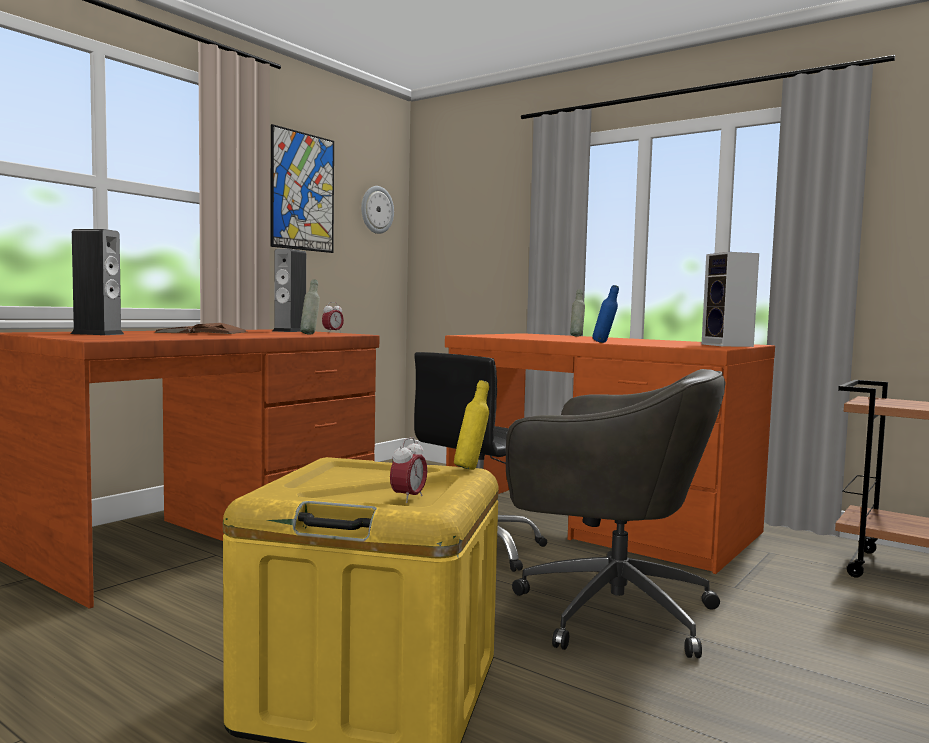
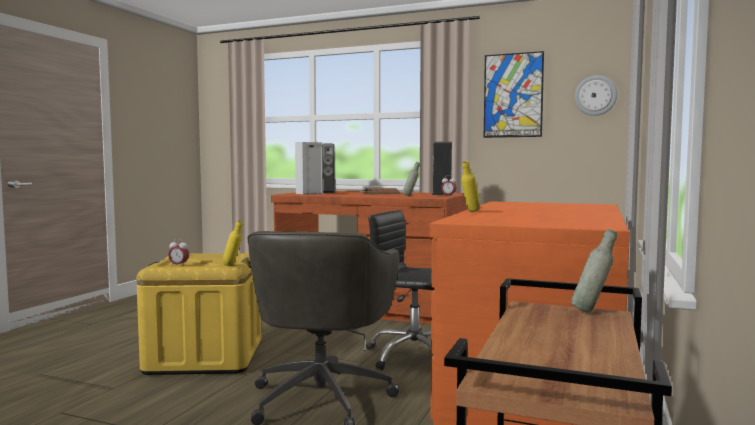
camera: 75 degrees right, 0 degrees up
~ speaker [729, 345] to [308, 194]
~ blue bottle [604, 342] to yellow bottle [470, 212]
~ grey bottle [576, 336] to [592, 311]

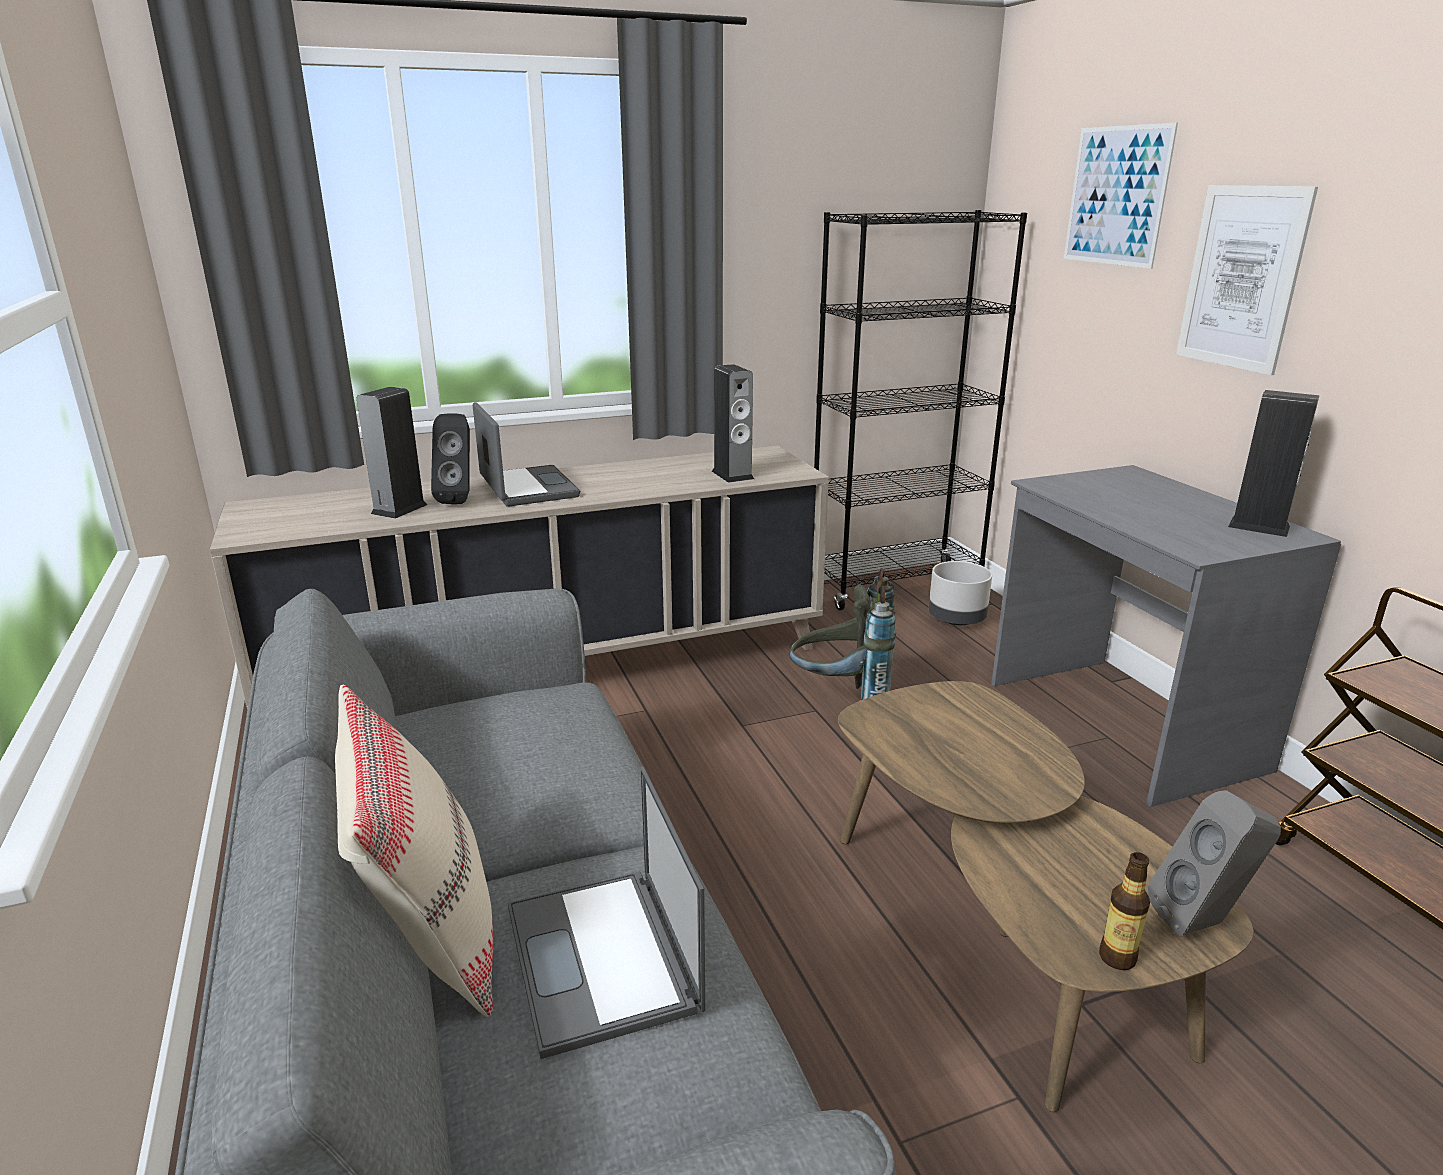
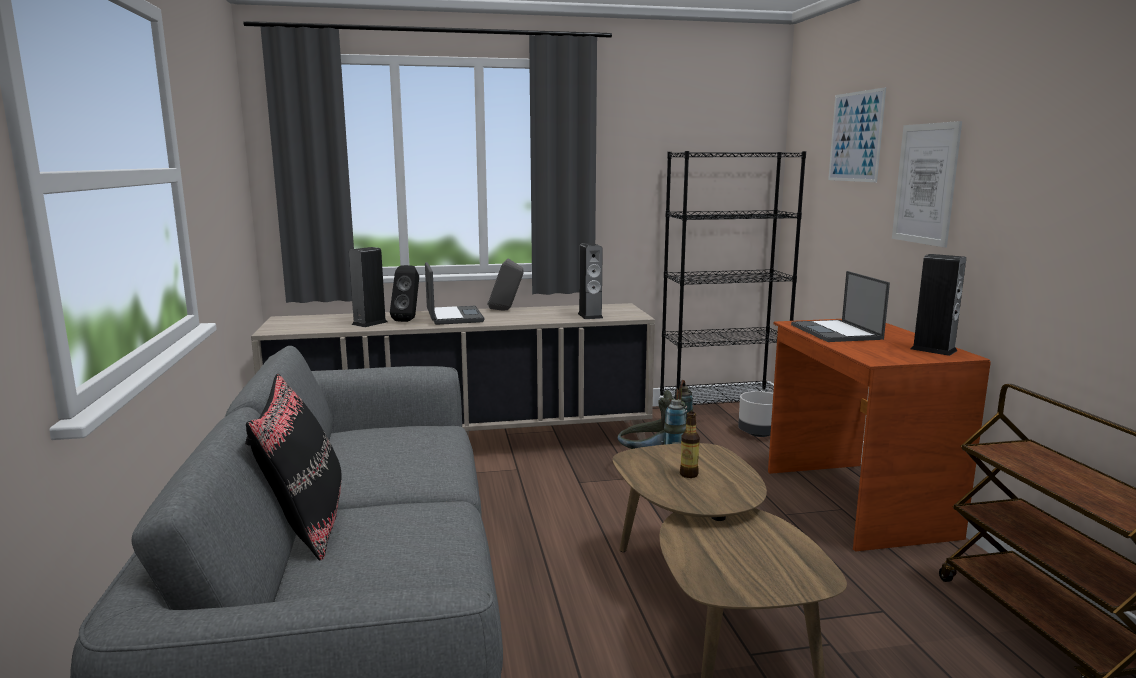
camera: 10 degrees right, 10 degrees down
~ grey desk [1119, 725] to brown desk [854, 502]
~ beige pillow [429, 935] to black pillow [305, 525]
~ laptop [603, 959] to [836, 332]
~ grey speaker [1202, 922] to [506, 310]
~ bottle [1117, 958] to [689, 474]

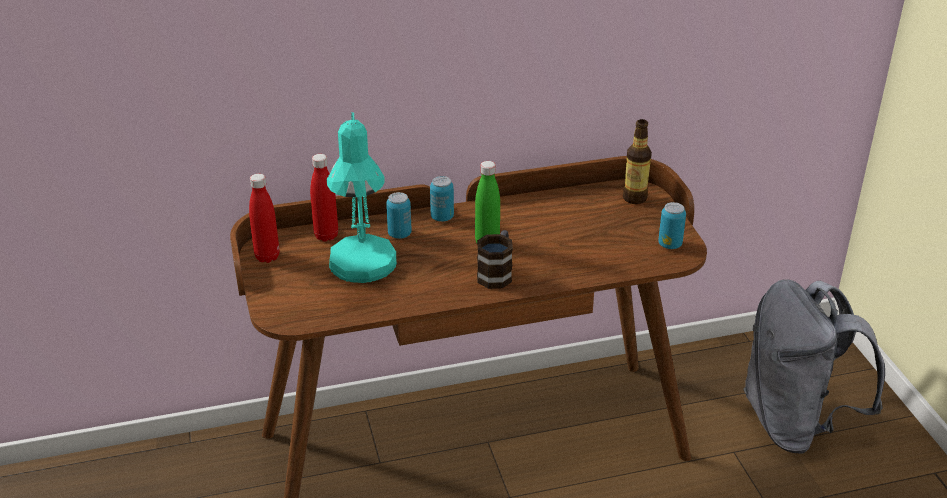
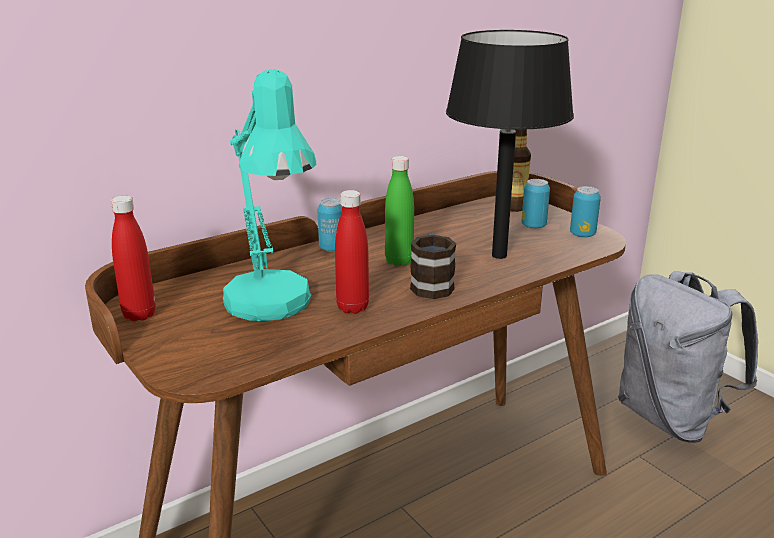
camera: 20 degrees left, 10 degrees down
~ red bottle [326, 236] to [352, 307]
~ can [399, 234] to [533, 226]
+ black table lamp [498, 255]

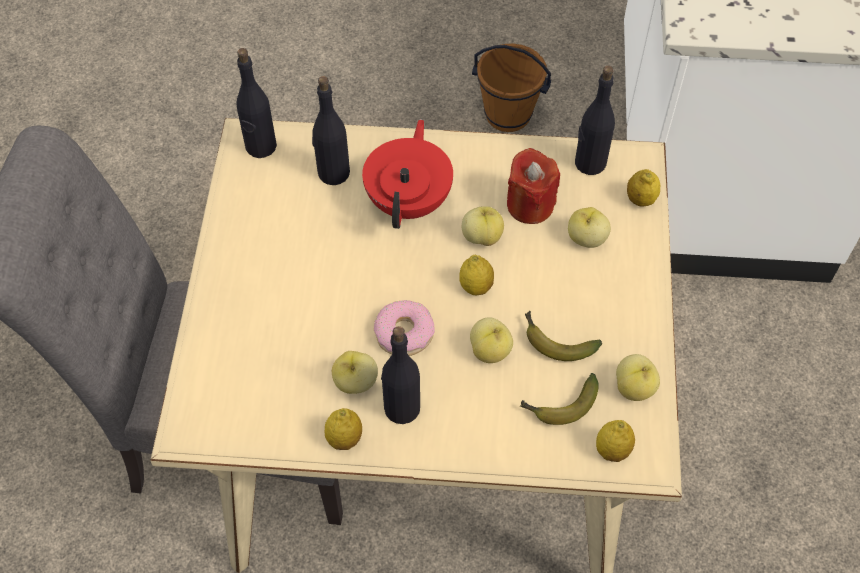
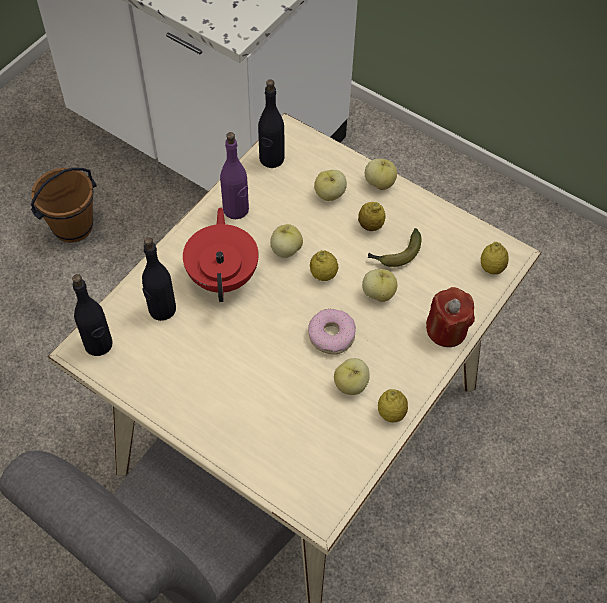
camera: 60 degrees left, 0 degrees up
~ red teapot [409, 200] = [223, 275] 45 degrees clockwise
~ red candle [530, 205] to [446, 330]
~ lemon [640, 199] to [370, 225]
- black bottle [401, 407]
~ apple [634, 387] to [380, 183]
- banana [560, 406]
+ purple bottle [236, 209]

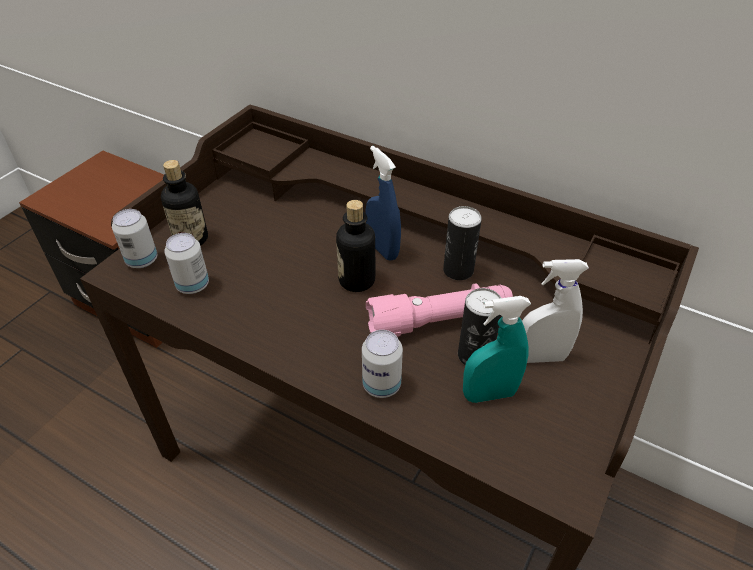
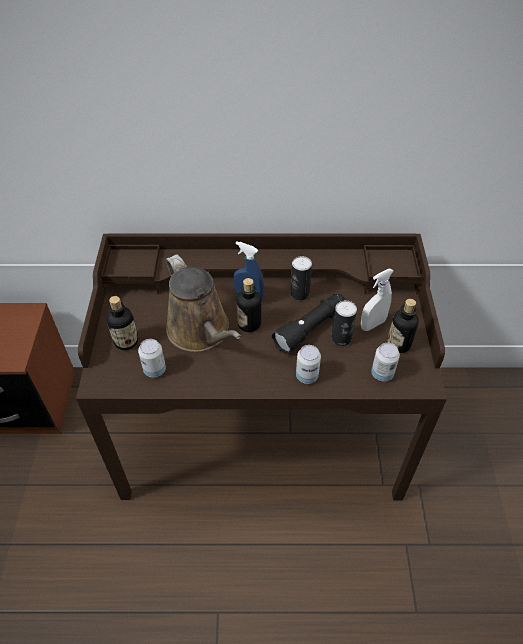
camera: 30 degrees left, 5 degrees up
~ can [142, 260] to [382, 374]
~ pink flashlight [439, 321] to black flashlight [310, 328]
- turquoise spray bottle [489, 394]
+ brown watering can [201, 332]
+ bottle [398, 344]

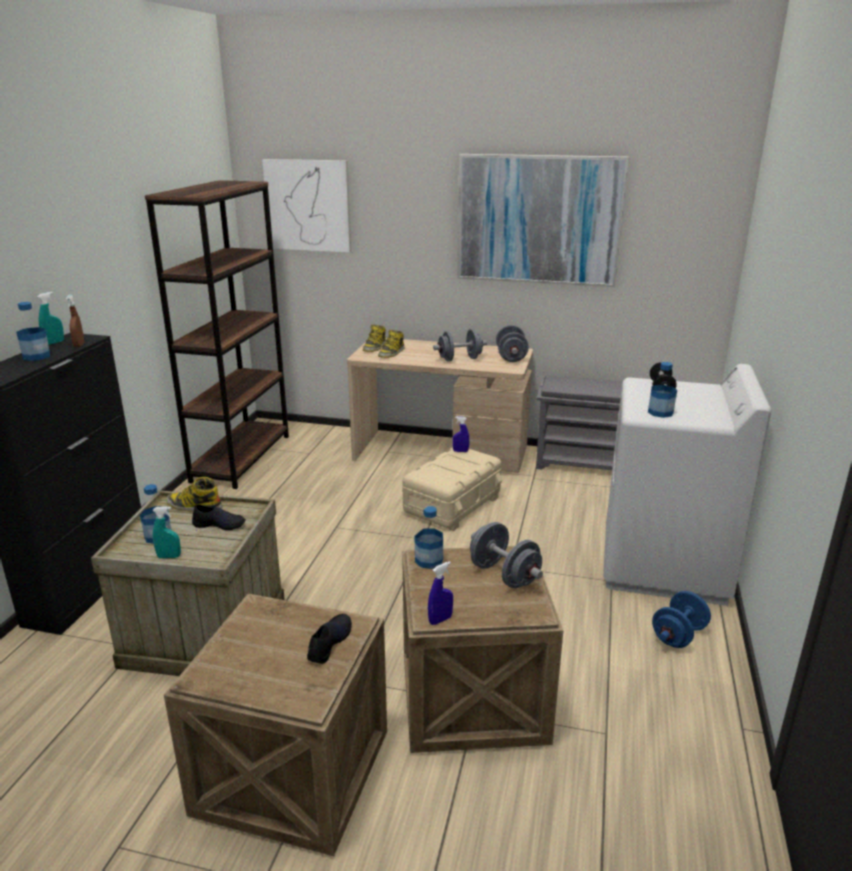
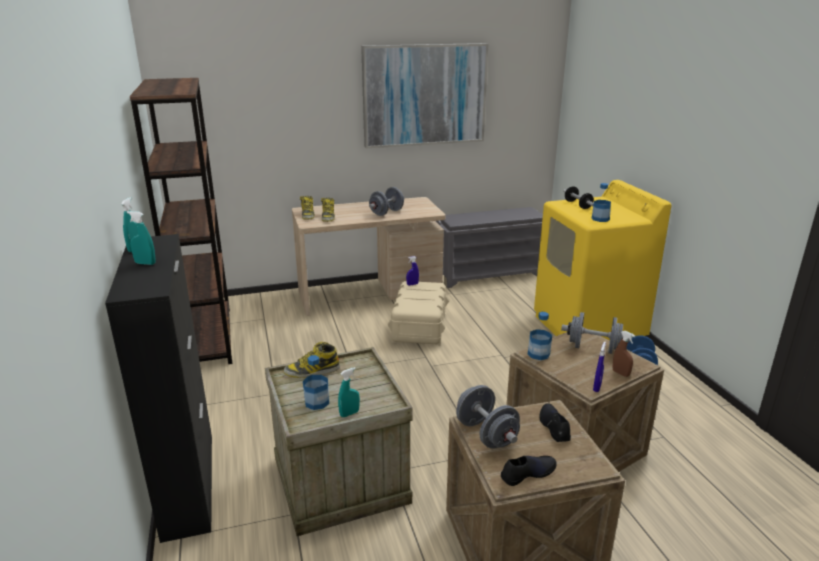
camera: 30 degrees left, 0 degrees up
- picture [308, 205]
~ brown spray bottle [79, 345] to [620, 373]
~ bottle [36, 356] to turquoise spray bottle [145, 263]
~ grey dumbbell [511, 357] to [486, 434]
~ white washing machine [664, 565] to yellow washing machine [588, 328]
~ black shoe [220, 524] to [528, 473]

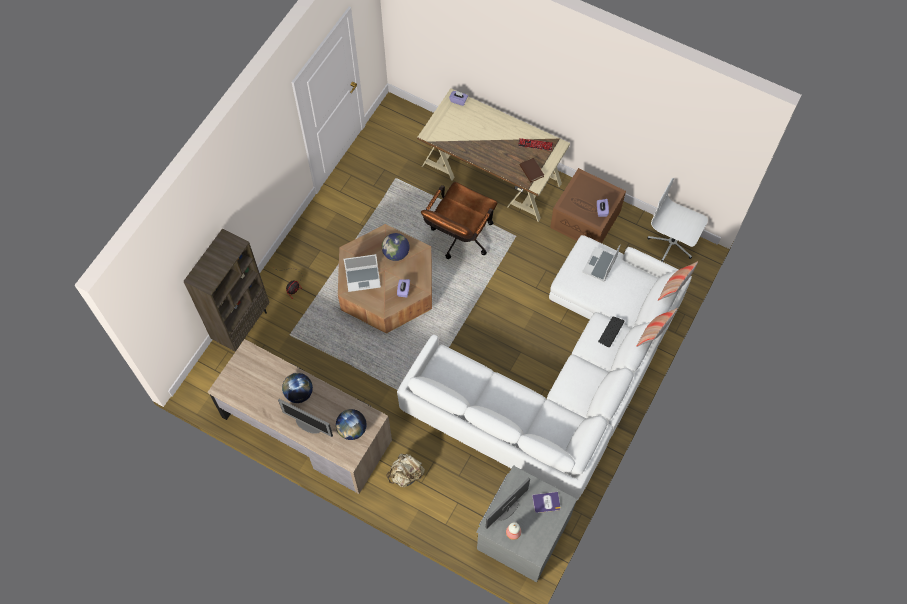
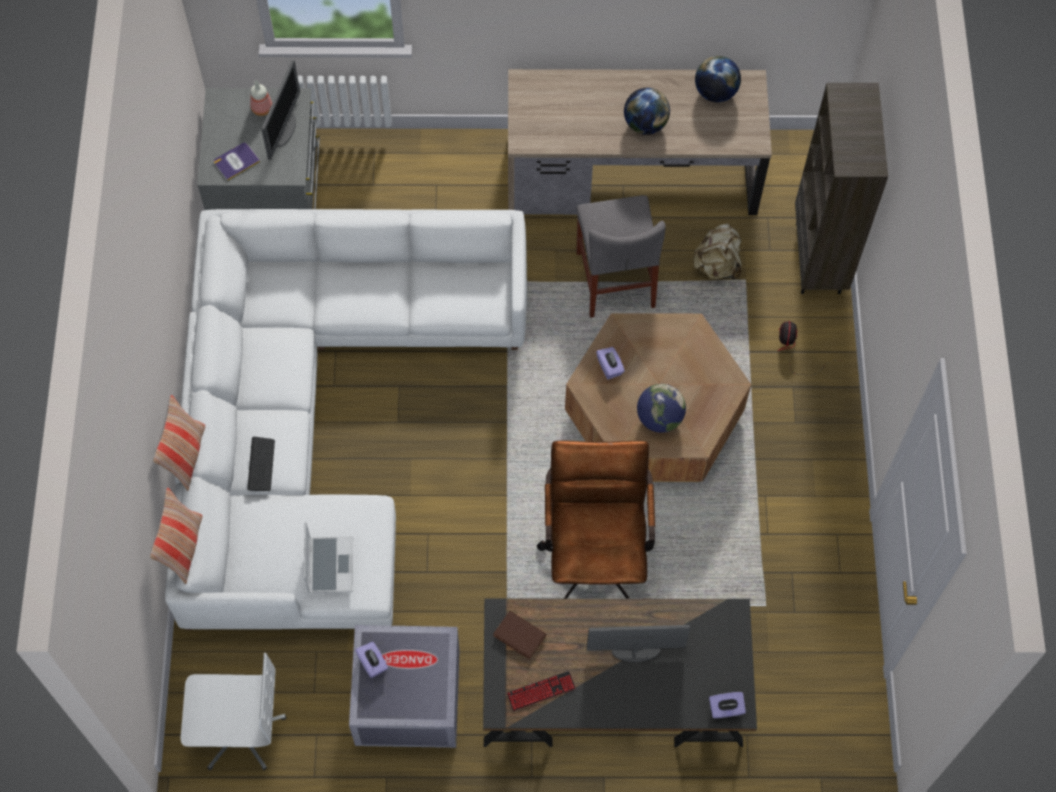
camera: 150 degrees right, 0 degrees up
~ beige desk [492, 174] to black desk [612, 699]
~ brown storage box [586, 219] to grey storage box [406, 699]
- laptop [363, 278]
~ monitor [308, 425] to [635, 651]
~ globe [352, 429] to [715, 92]
~ beige backpack [406, 474] to [717, 265]
+ grey chair [615, 279]

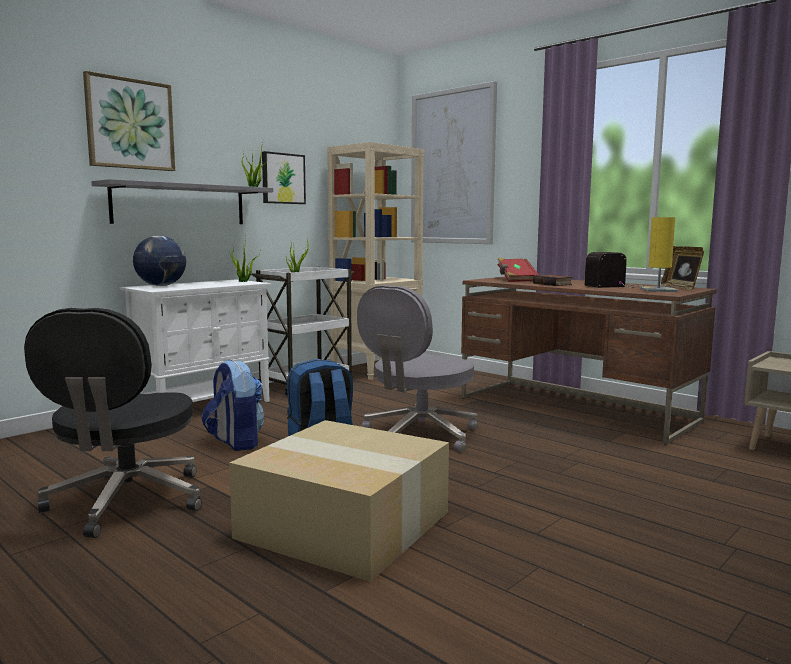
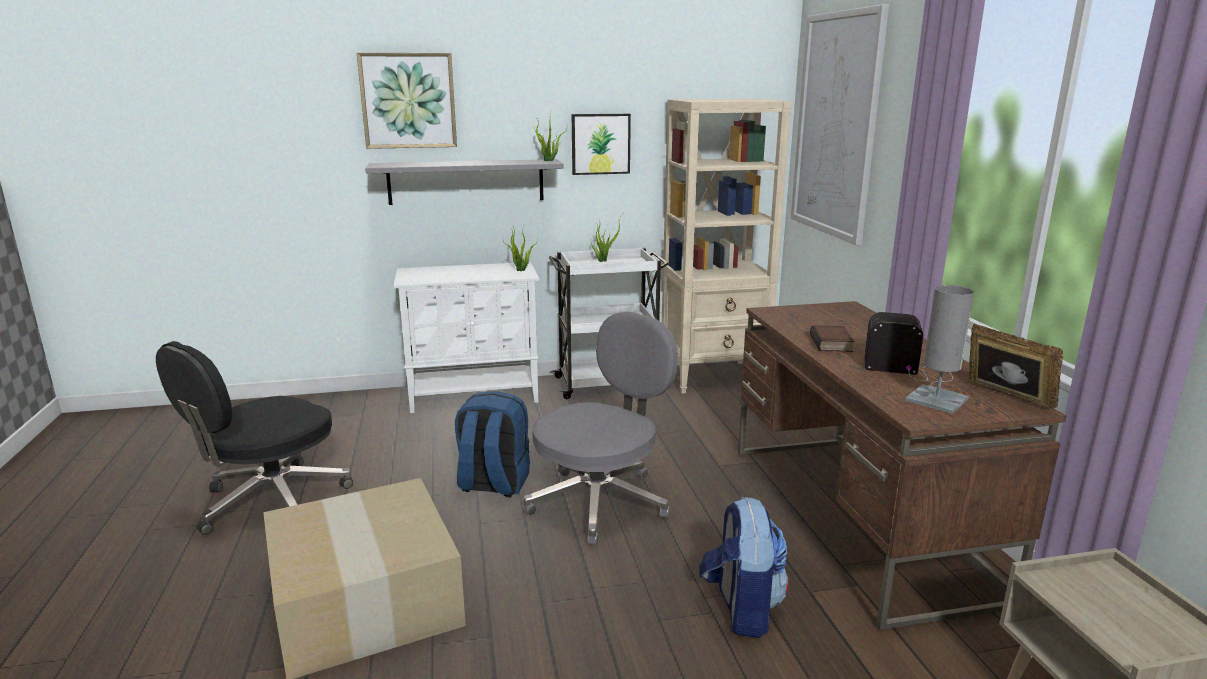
camera: 35 degrees right, 10 degrees up
~ yellow table lamp [658, 290] to grey table lamp [936, 400]
- globe [161, 286]
~ picture frame [681, 287] = [1005, 398] 120 degrees clockwise
- red book [516, 280]
~ grey office chair [418, 436] = [601, 501] 150 degrees clockwise
~ backpack [235, 442] to [741, 609]

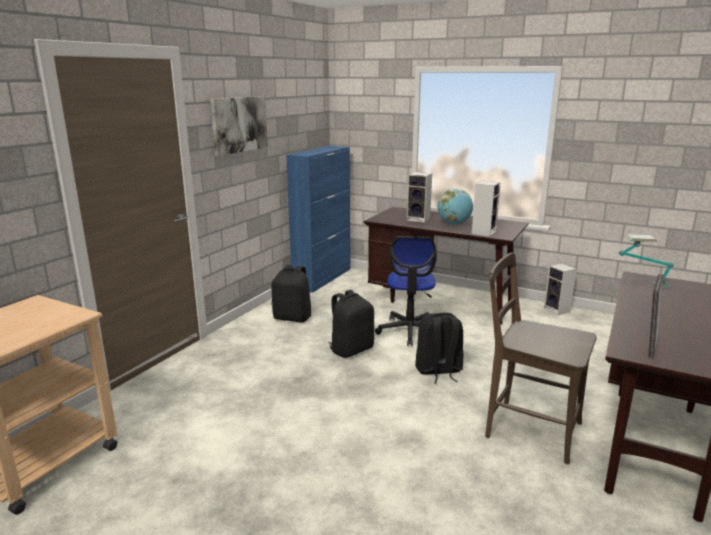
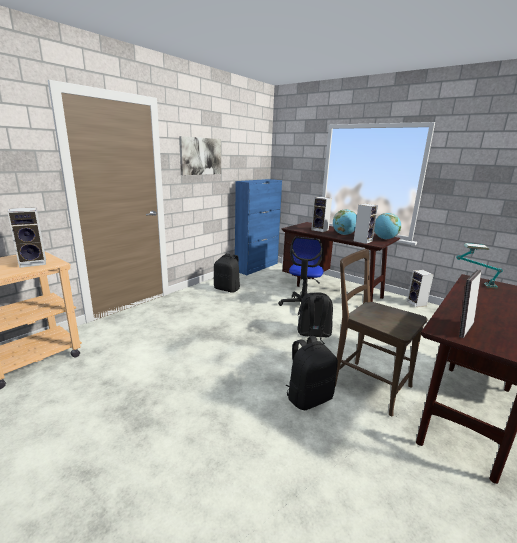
camera: 10 degrees right, 0 degrees up
~ black backpack [351, 349] to [309, 398]
+ speaker [34, 263]
+ globe [385, 239]

